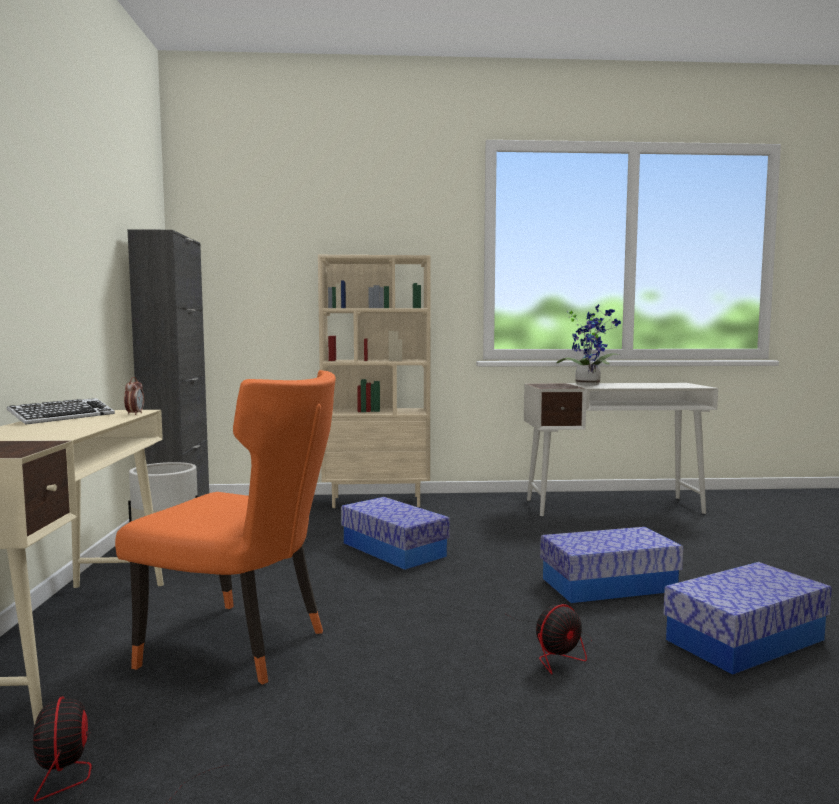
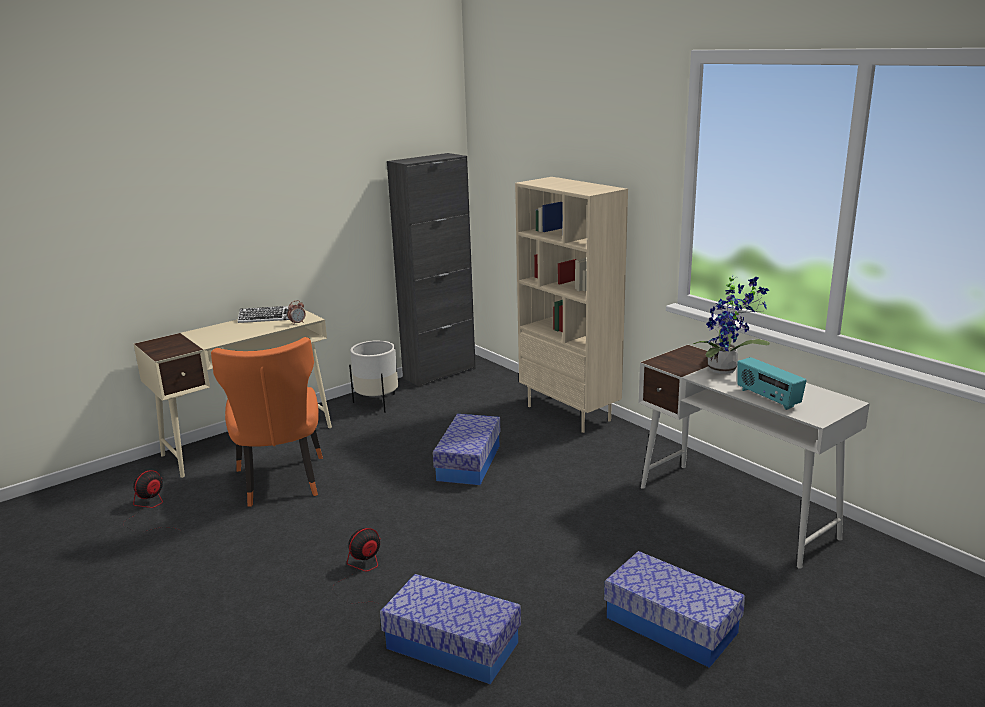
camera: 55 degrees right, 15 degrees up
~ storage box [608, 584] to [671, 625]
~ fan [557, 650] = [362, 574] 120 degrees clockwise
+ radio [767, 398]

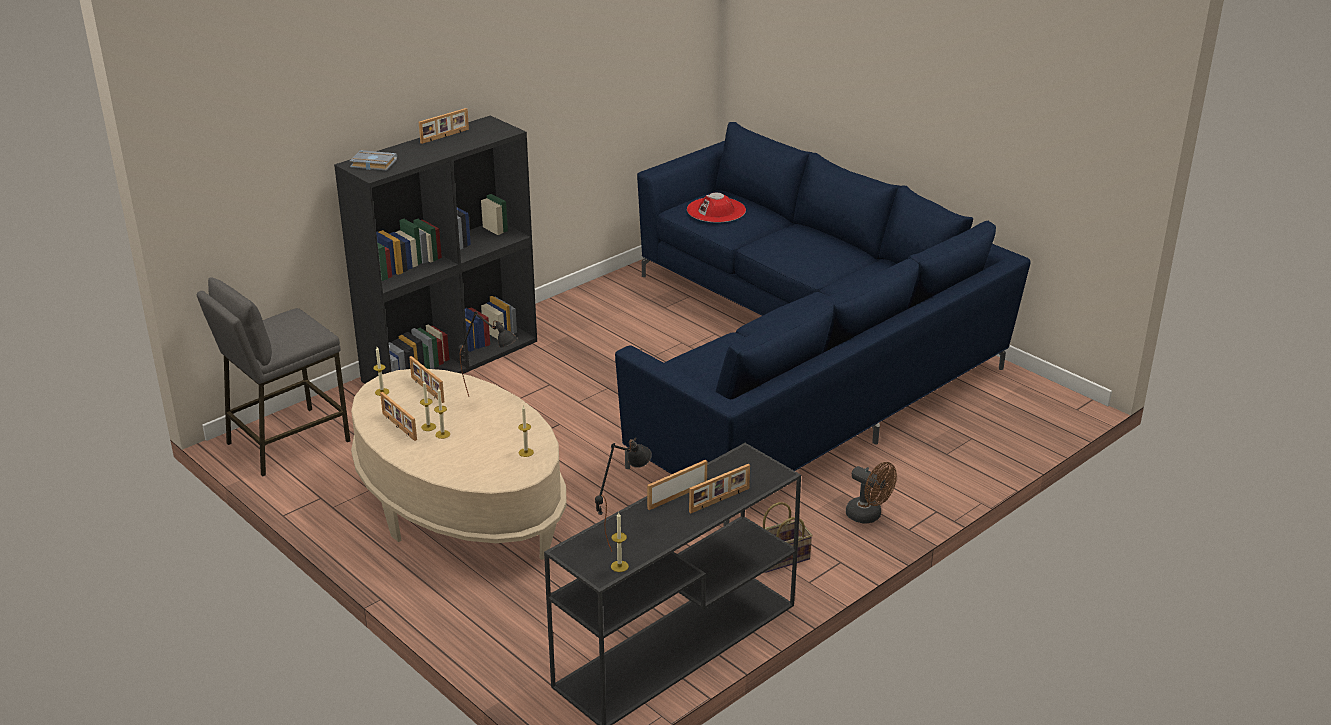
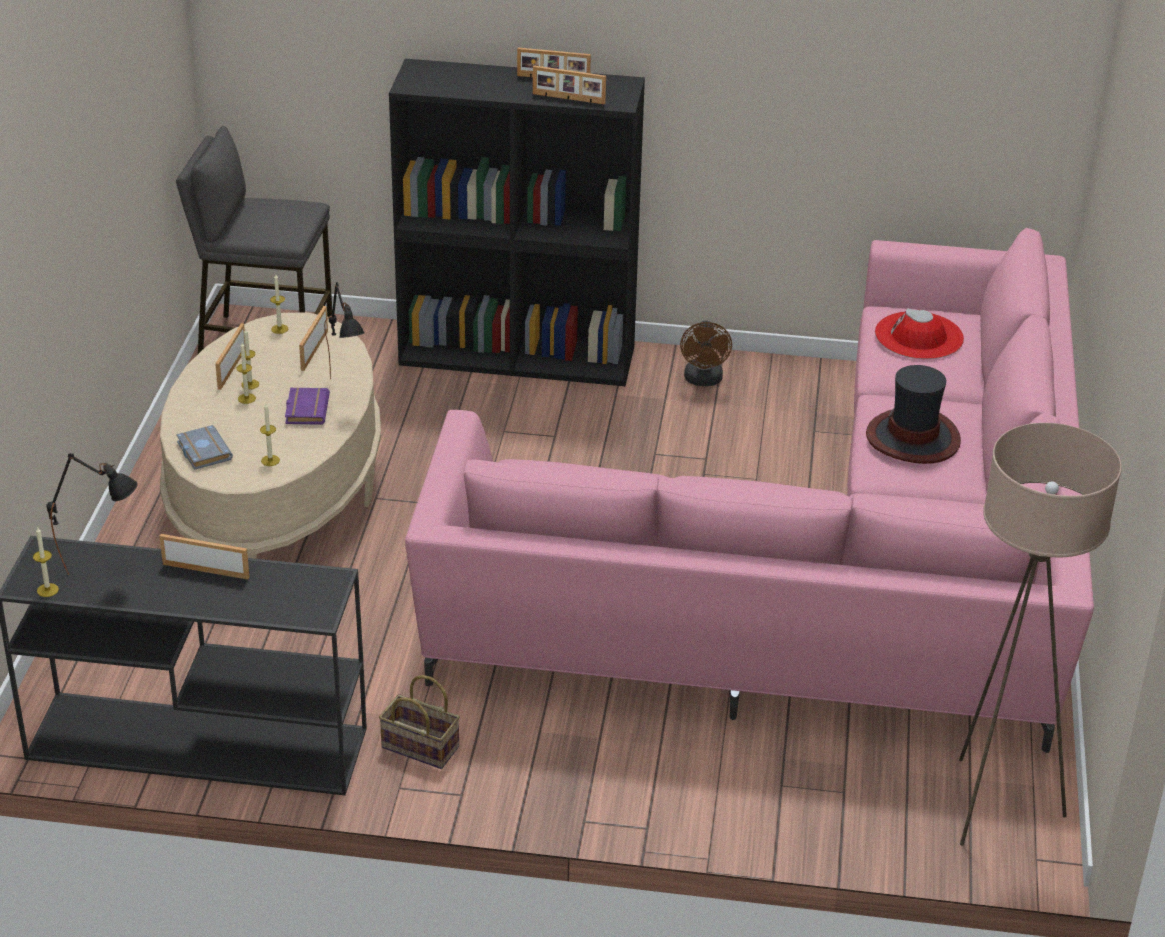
camera: 50 degrees right, 5 degrees up
~ blue sofa [801, 365] to pink sofa [828, 585]
~ grey book [372, 164] to [202, 451]
~ brown fan [868, 516] to [703, 380]
~ picture frame [720, 500] to [568, 99]
+ hat [913, 438]
+ purple book [305, 409]
+ beige floor lamp [995, 805]

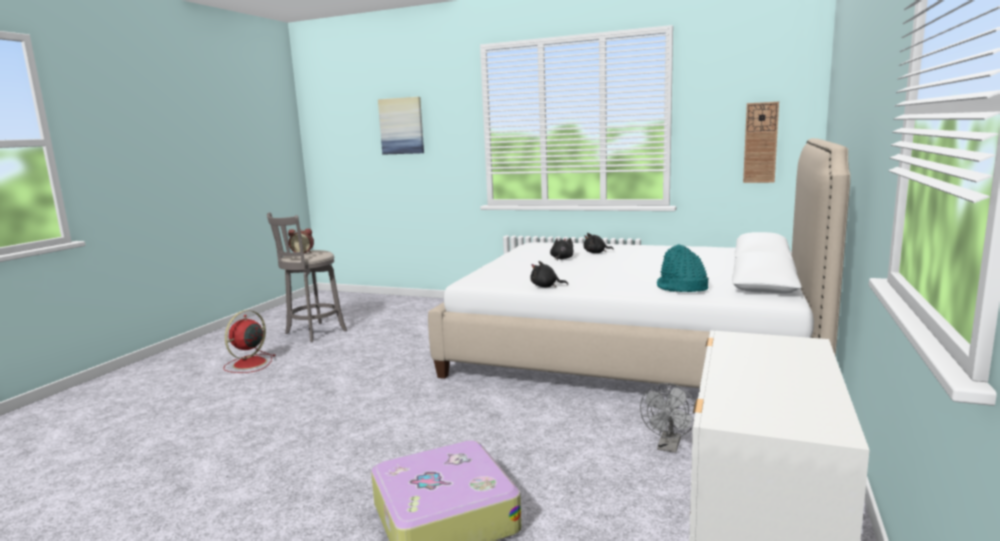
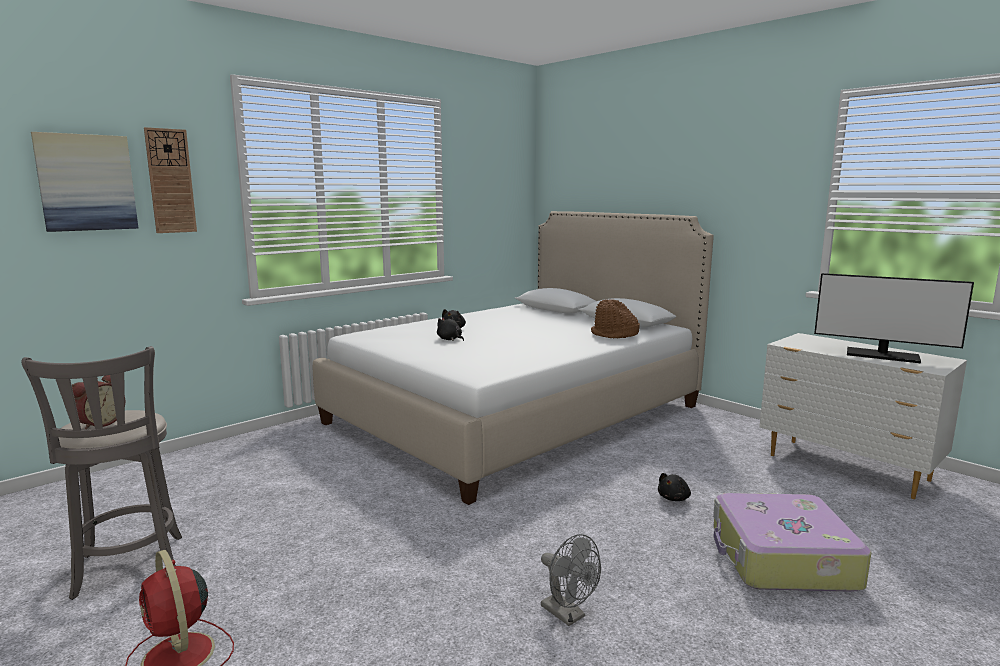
camera: 65 degrees left, 0 degrees up
~ wall clock [760, 143] to [170, 181]
~ turquoise hat [681, 288] to brown hat [614, 335]
~ black plush toy [546, 286] to [674, 498]
~ grey fan [668, 447] to [568, 615]
+ monitor [882, 355]

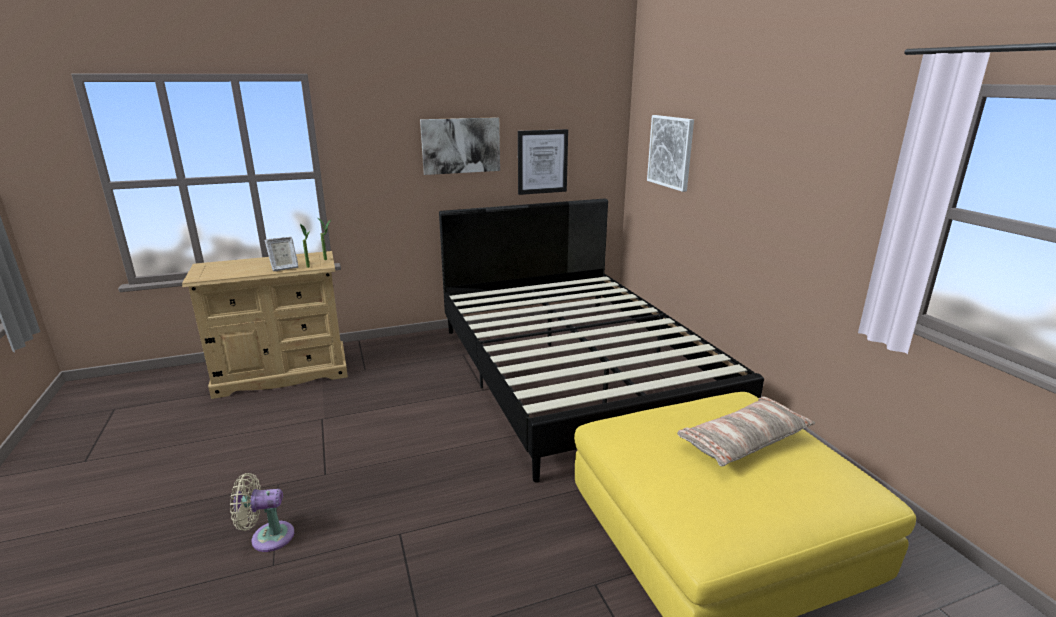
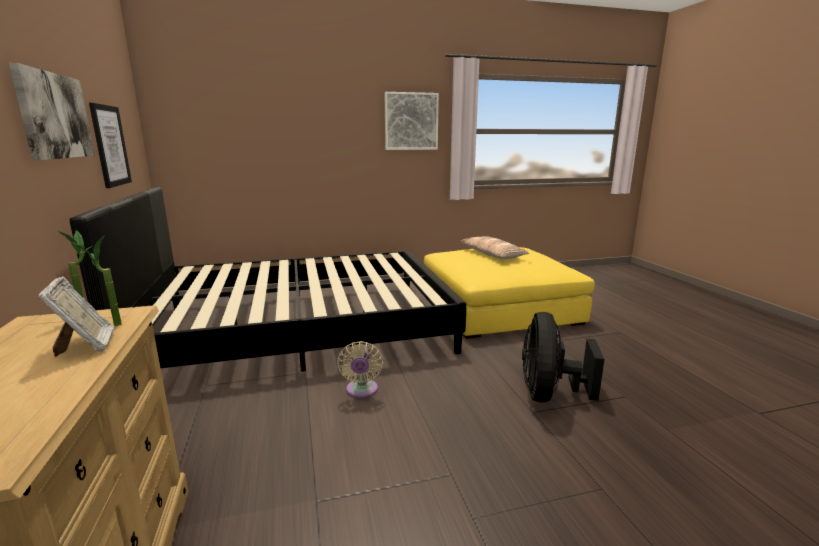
camera: 85 degrees left, 5 degrees down
~ picture [671, 152] to [411, 121]
~ beige fan [268, 537] to [361, 391]
+ black fan [549, 394]

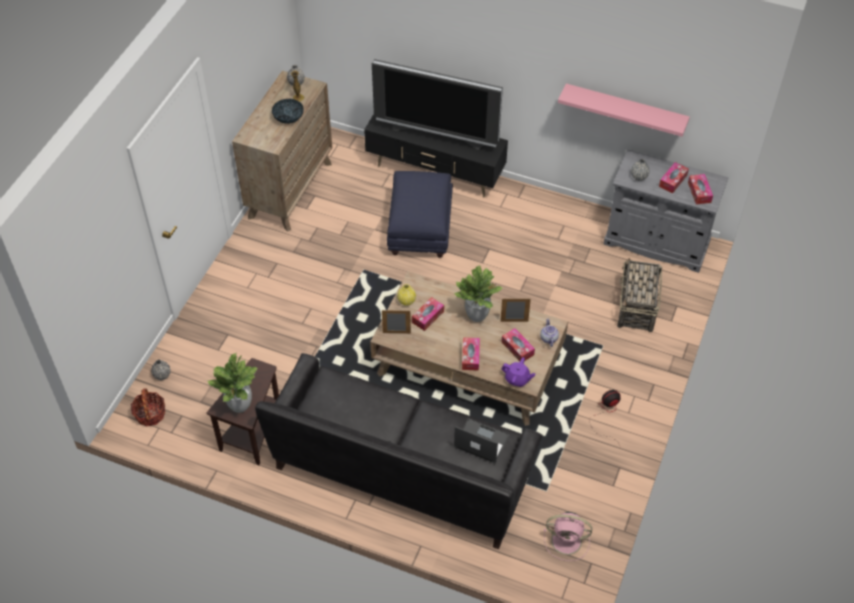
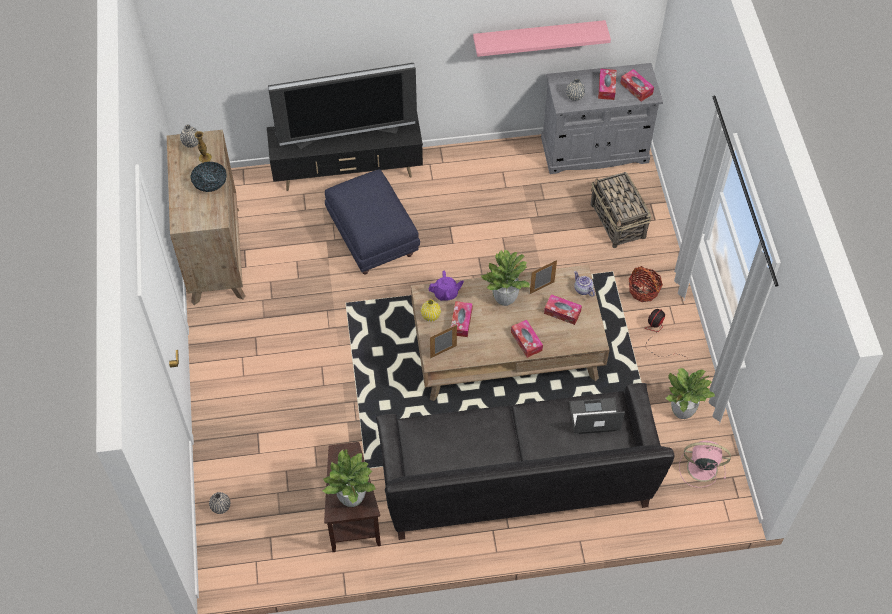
camera: 30 degrees left, 5 degrees up
~ purple teapot [517, 379] to [446, 293]
~ basket [150, 414] to [643, 290]
~ pink fan [568, 541] = [700, 467] 150 degrees counterclockwise
+ potted plant [682, 411]

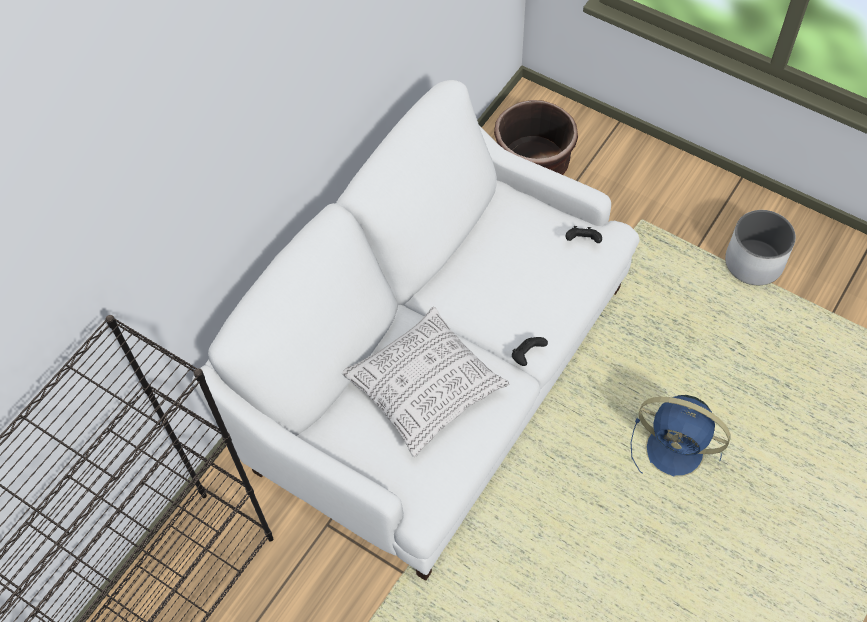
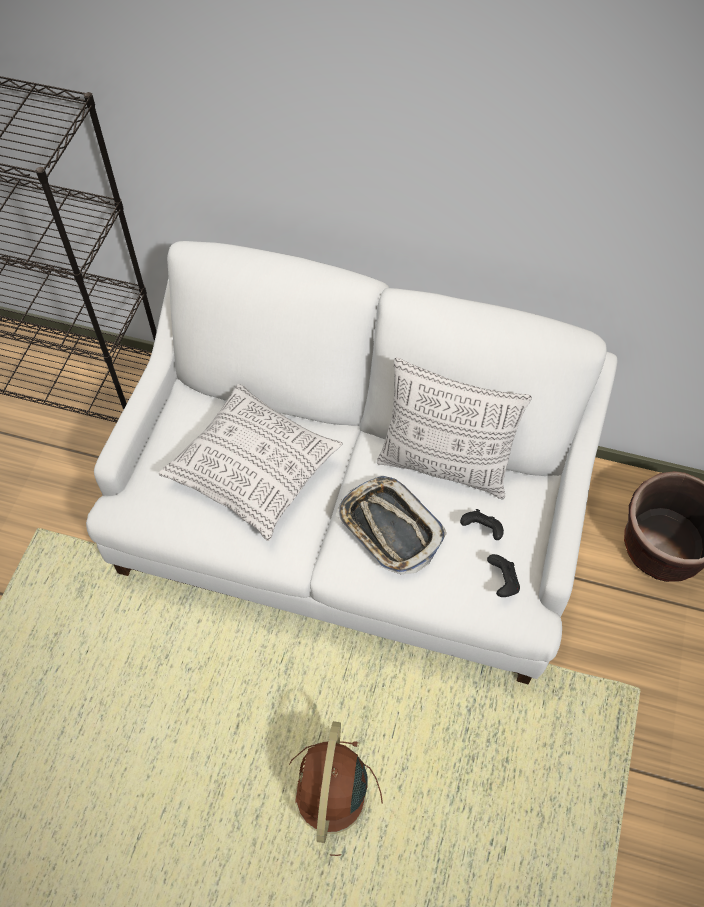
camera: 70 degrees right, 0 degrees up
- white planter [753, 262]
~ black game controller [527, 356] to [482, 530]
~ blue fan [677, 451] to brown fan [330, 800]
+ pillow [444, 465]
+ tray [389, 528]

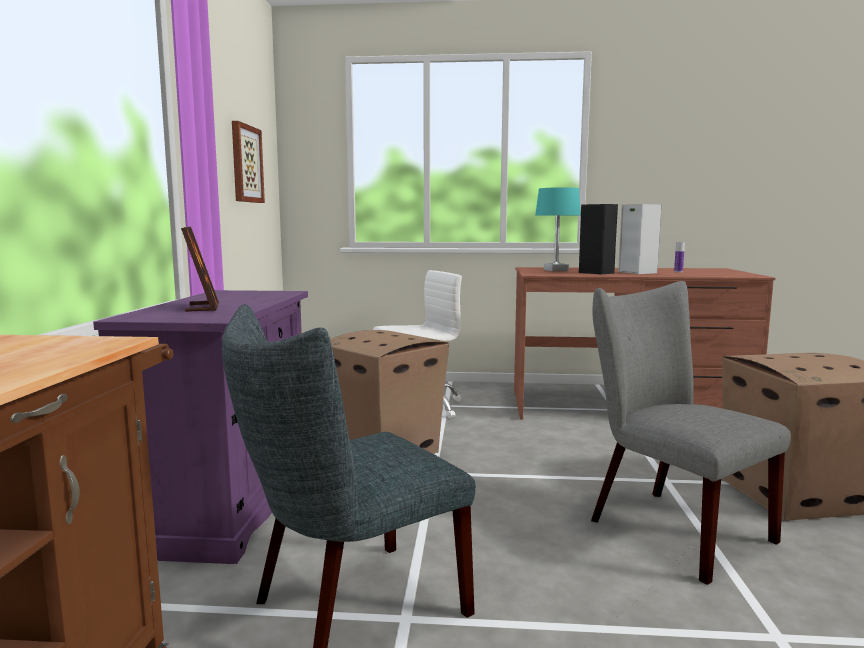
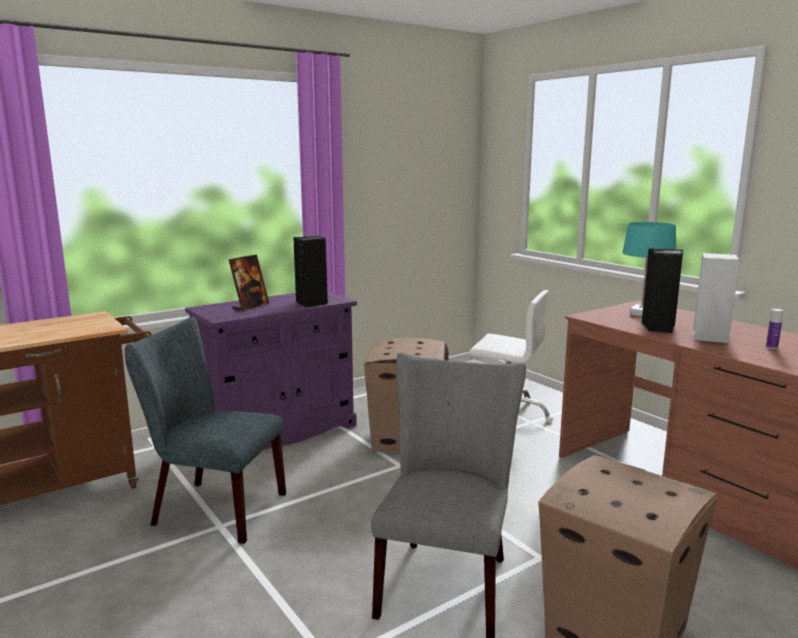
camera: 50 degrees right, 5 degrees up
- picture [246, 164]
+ black speaker [312, 303]

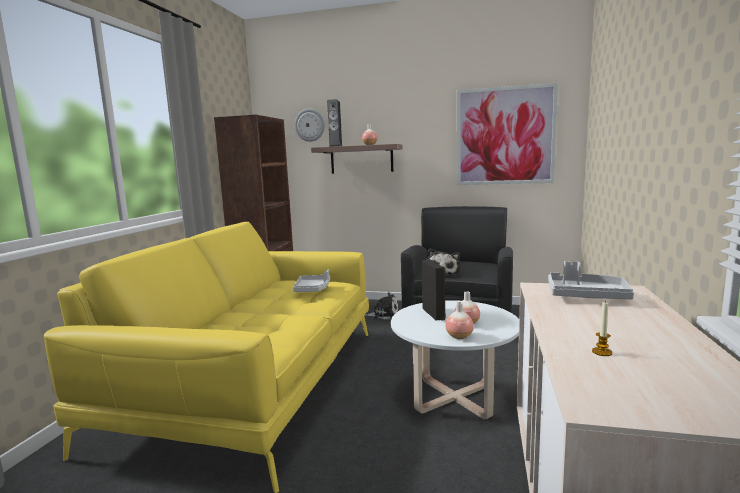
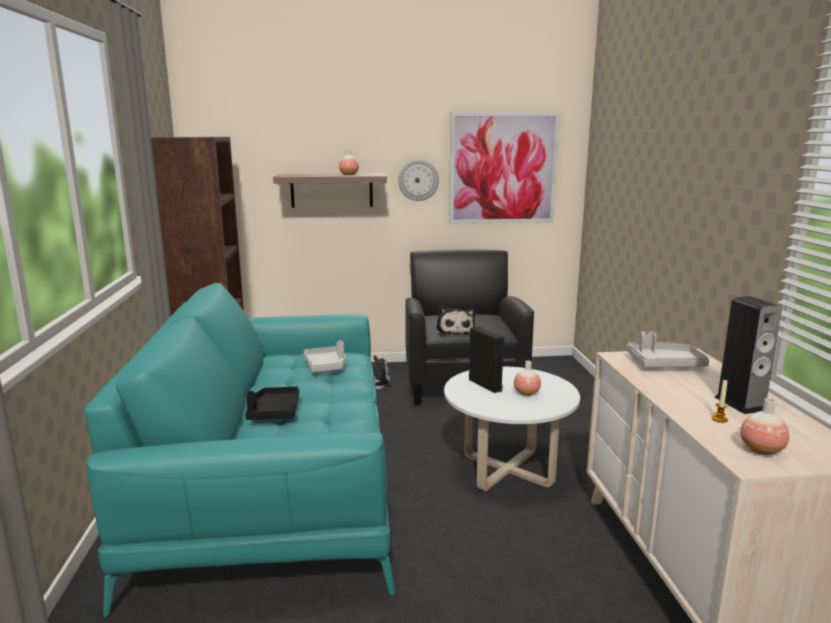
camera: 20 degrees left, 5 degrees up
~ speaker [336, 146] to [740, 403]
~ wall clock [310, 125] to [418, 180]
~ yellow sofa [255, 381] to turquoise sofa [275, 484]
~ vase [459, 336] to [761, 450]
+ black tray [274, 412]

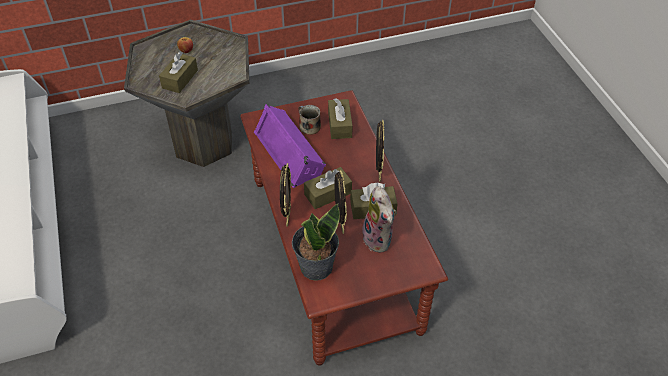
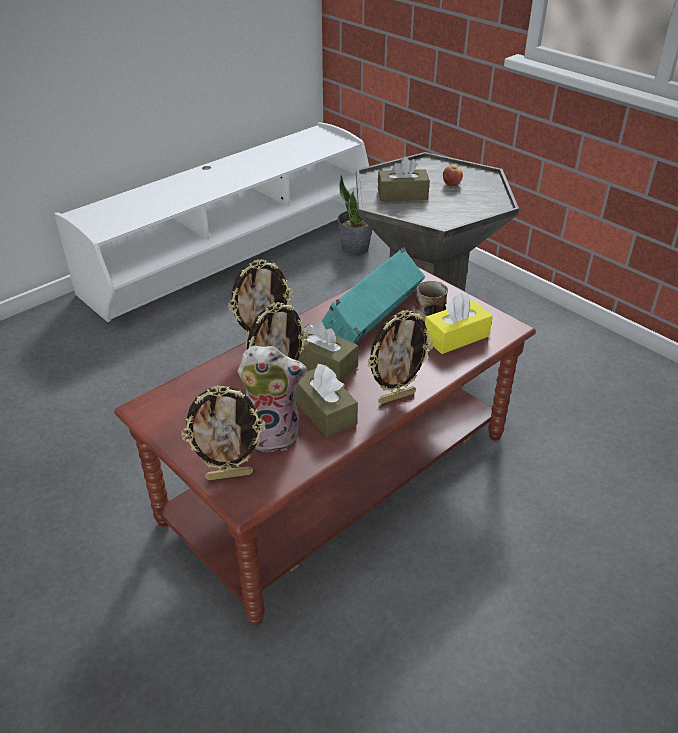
camera: 65 degrees right, 10 degrees down
~ brown tissue box [340, 125] to yellow tissue box [456, 337]
~ purple speaker [290, 152] to turquoise speaker [372, 312]
~ plush toy [380, 239] = [272, 434] 135 degrees counterclockwise
~ potted plant [315, 266] to [355, 248]
+ picture frame [229, 475]

